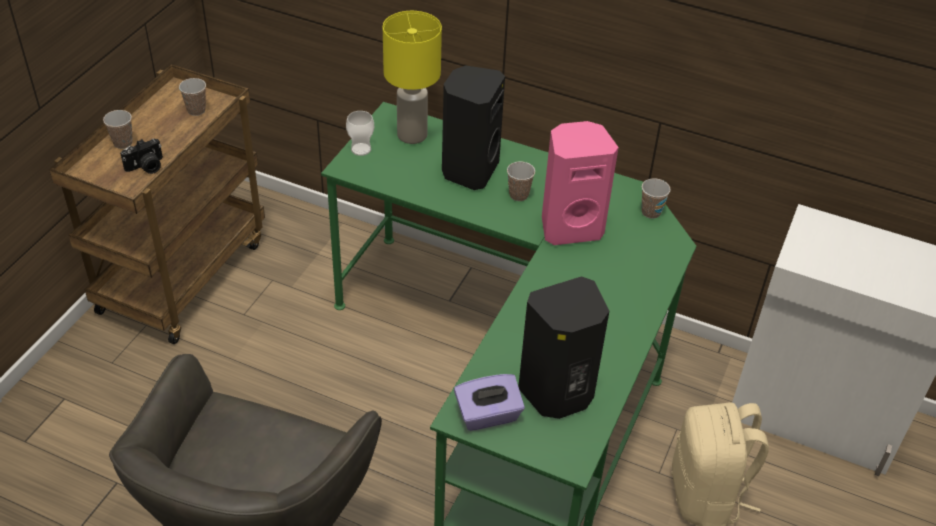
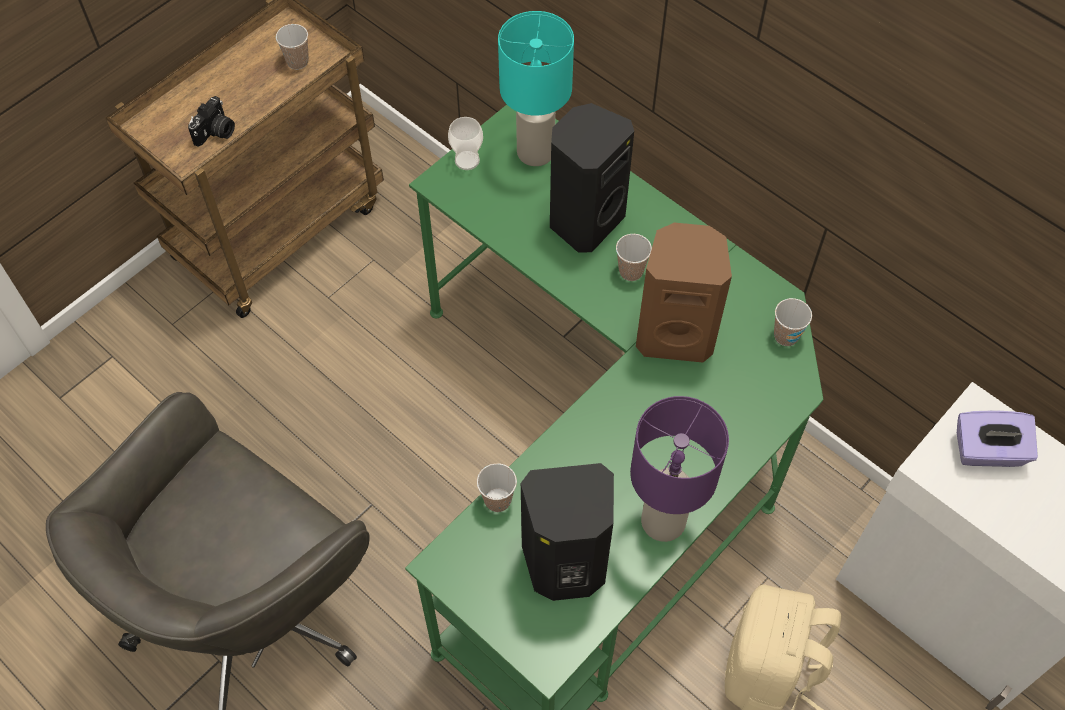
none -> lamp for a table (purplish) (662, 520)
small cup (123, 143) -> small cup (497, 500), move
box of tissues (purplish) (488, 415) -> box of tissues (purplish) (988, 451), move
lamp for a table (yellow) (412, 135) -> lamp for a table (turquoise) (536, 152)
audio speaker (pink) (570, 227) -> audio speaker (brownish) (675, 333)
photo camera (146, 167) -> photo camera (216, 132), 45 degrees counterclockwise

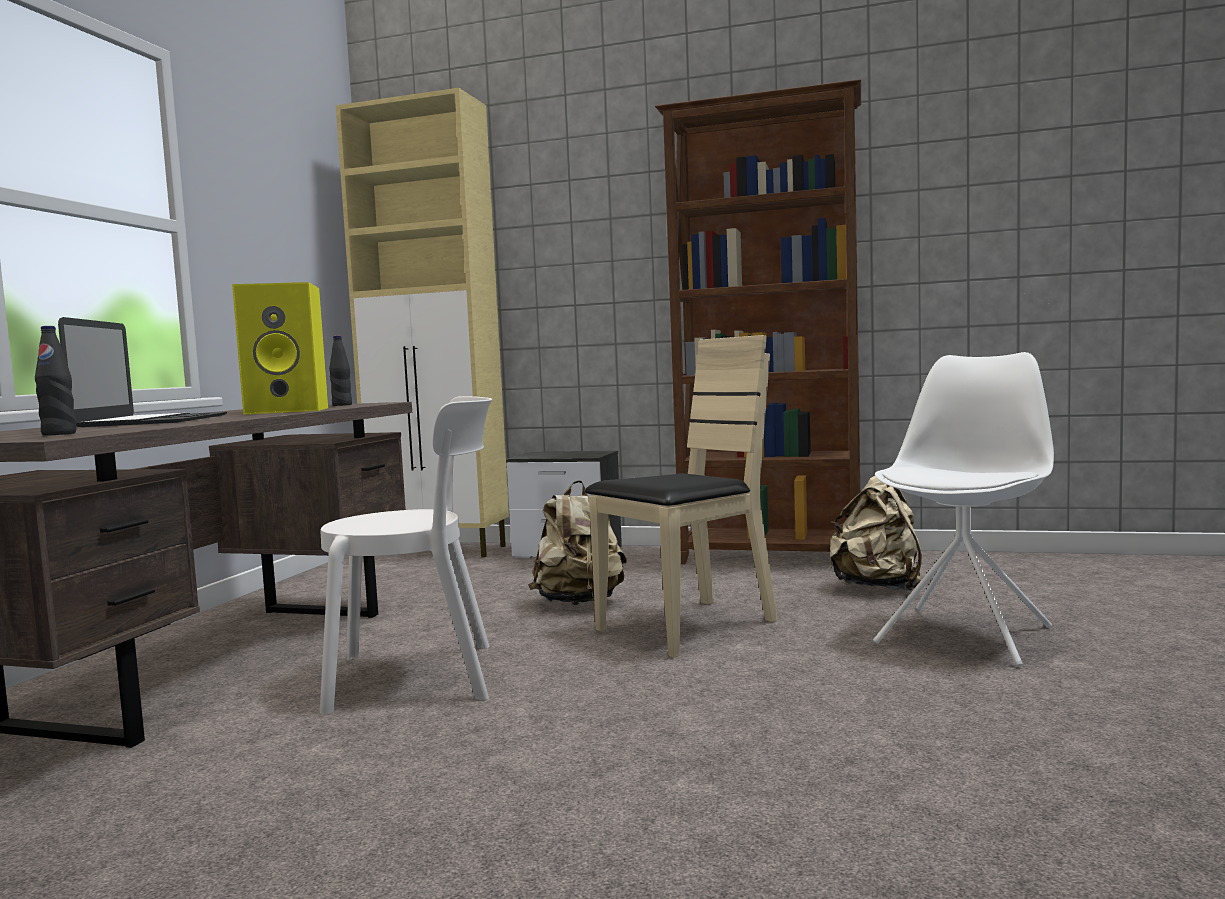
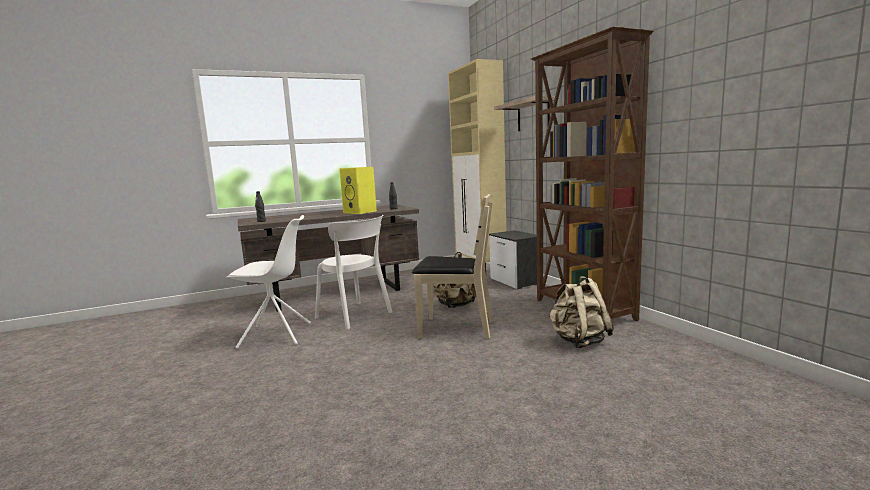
laptop (153, 421) -> none
none -> shelf (533, 115)
upright chair (white) (965, 634) -> upright chair (white) (277, 335), move

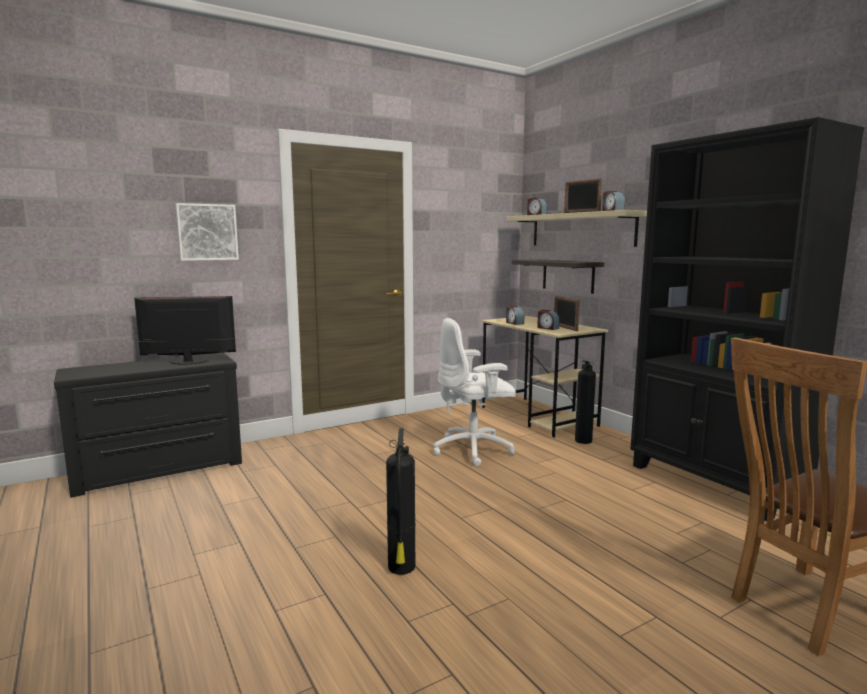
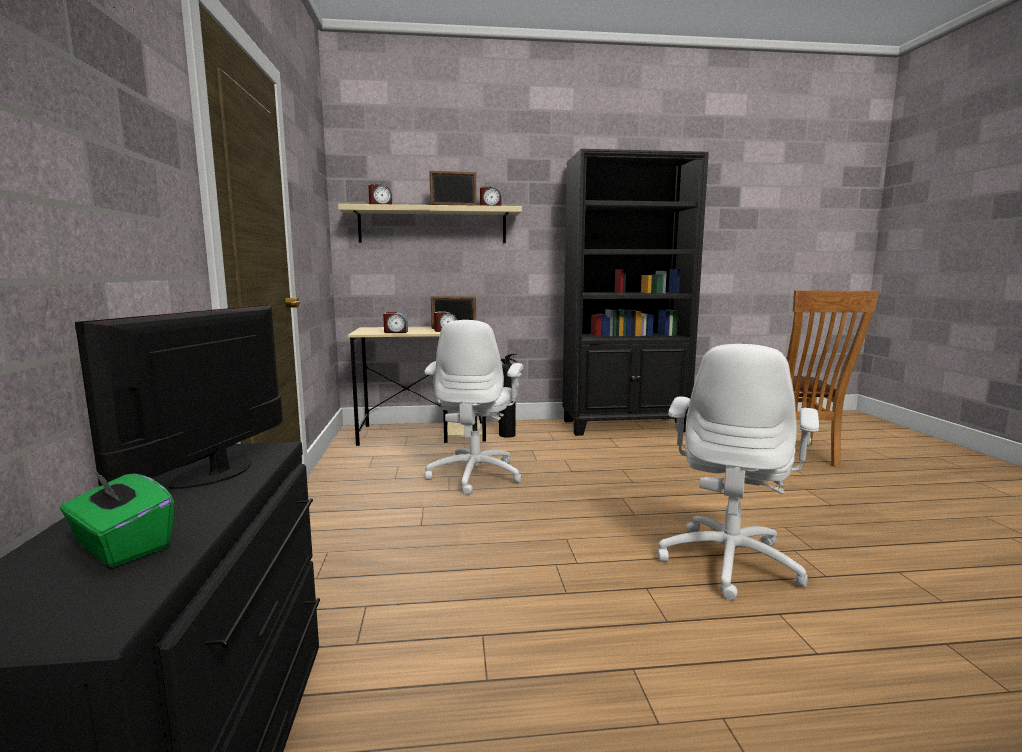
wall picture (207, 232) -> none
shelf (568, 275) -> none
none -> box of tissues (green) (121, 547)
fire extinguisher (401, 568) -> computer chair (white) (730, 562)

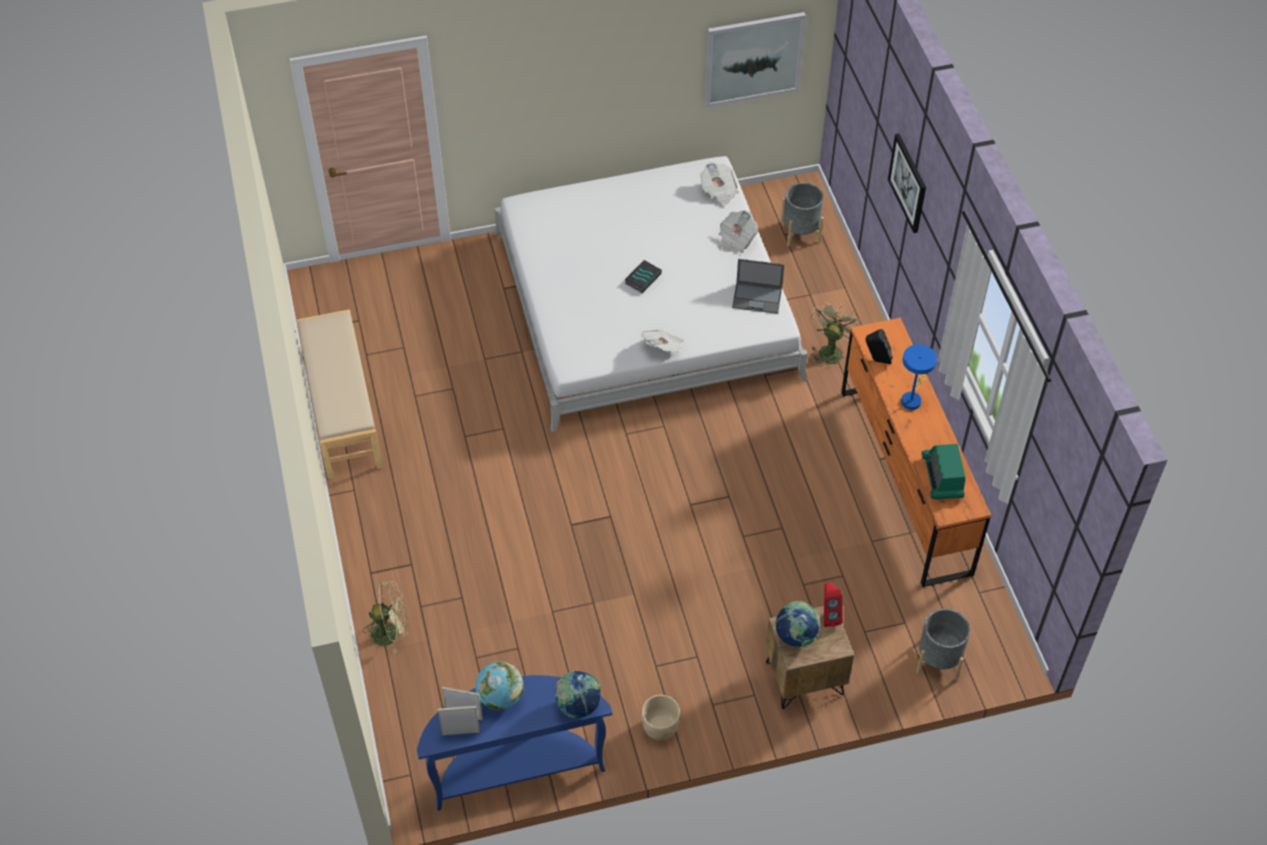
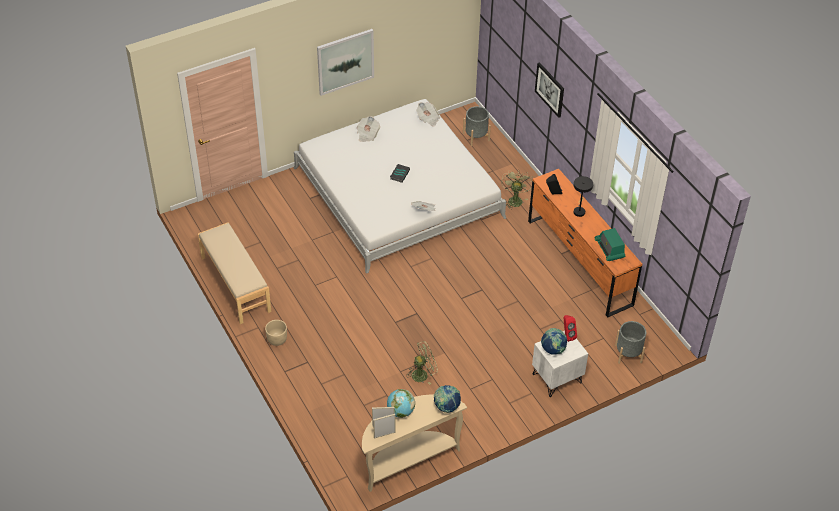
laptop (757, 298) -> none
cooling fan (green) (391, 632) -> cooling fan (green) (423, 374), move
planter (beige-coloured) (660, 726) -> planter (beige-coloured) (277, 339), move
wall picture (753, 58) -> wall picture (345, 61), move
newspaper (735, 240) -> newspaper (367, 134), move
console table (blue) (516, 768) -> console table (beige-coloured) (408, 459)
night table (brownish) (804, 679) -> night table (white) (557, 379)
lamp for a table (blue) (912, 399) -> lamp for a table (blackish) (579, 210)

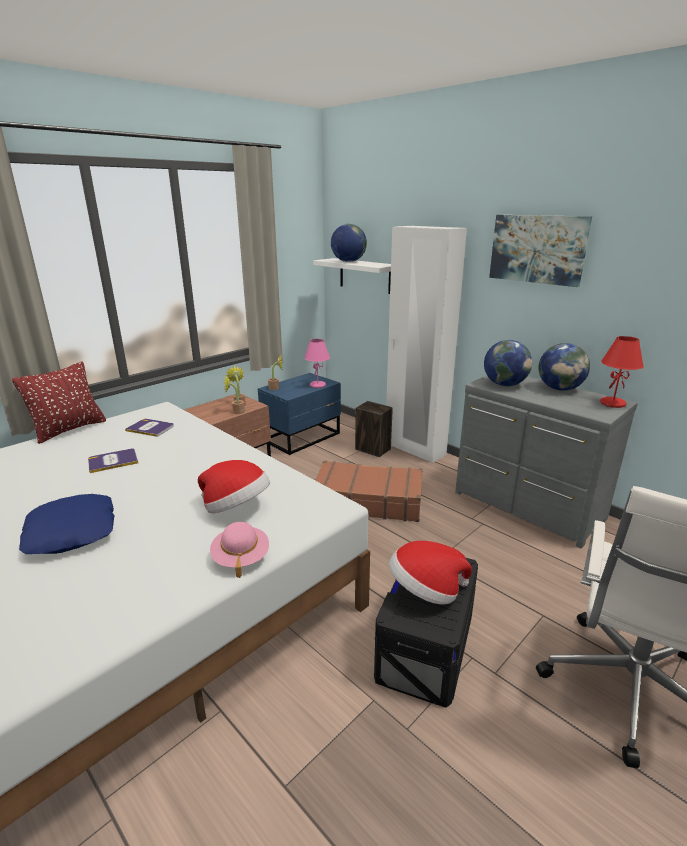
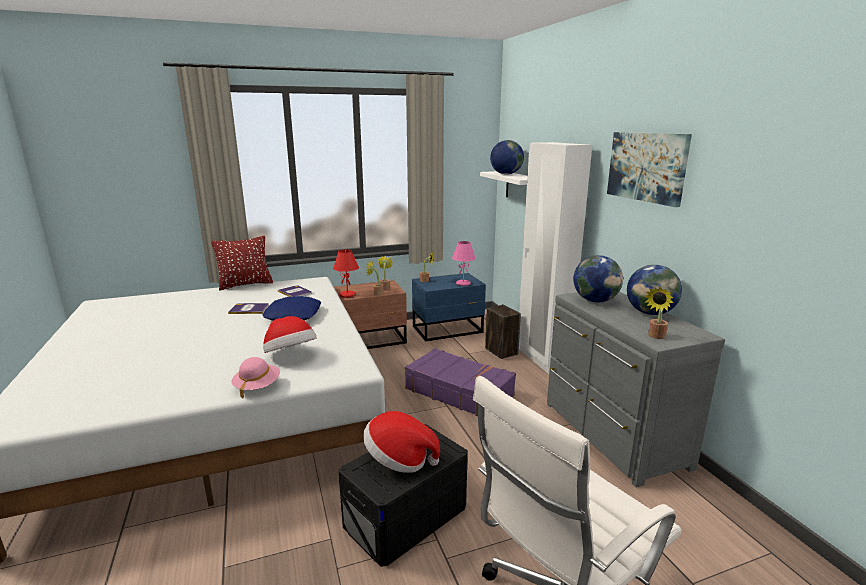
none -> plant in a pot (655, 336)
pillow (blue) (72, 532) -> pillow (blue) (294, 315), move
lamp for a table (reddish) (612, 403) -> lamp for a table (reddish) (348, 295), move
piece of luggage (brownish) (368, 501) -> piece of luggage (purplish) (459, 392)

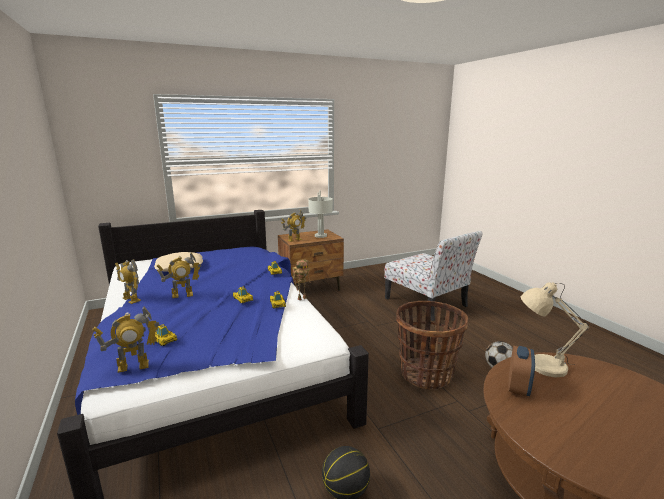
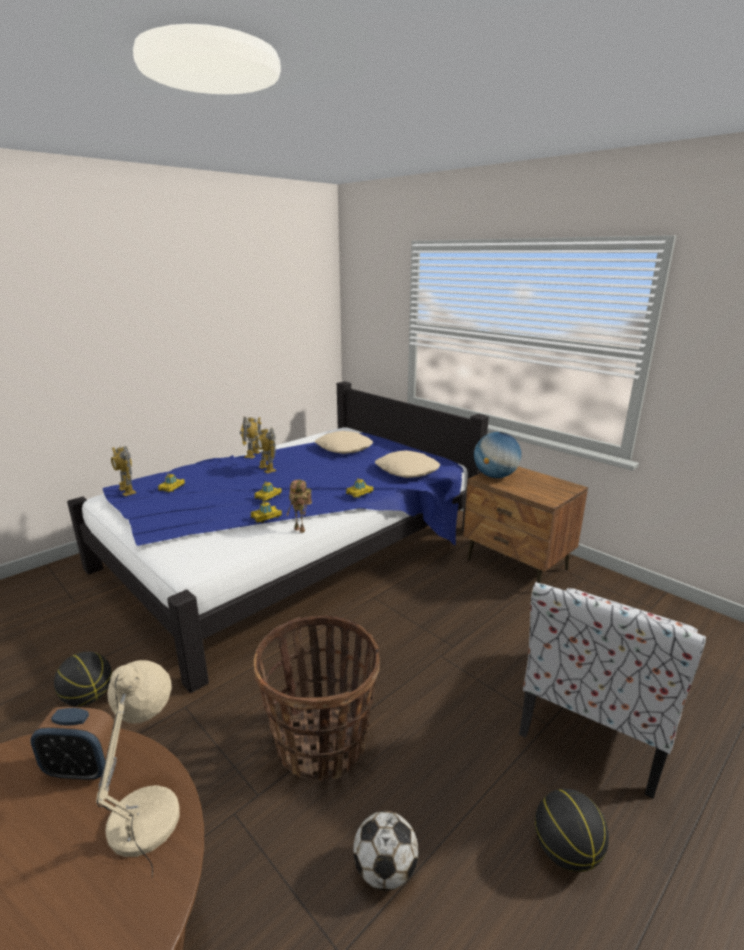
lamp for a table (gray) (321, 236) -> none
none -> pillow (beige-coloured) (406, 471)
none -> basketball (566, 851)
model robot (294, 240) -> world globe (495, 476)

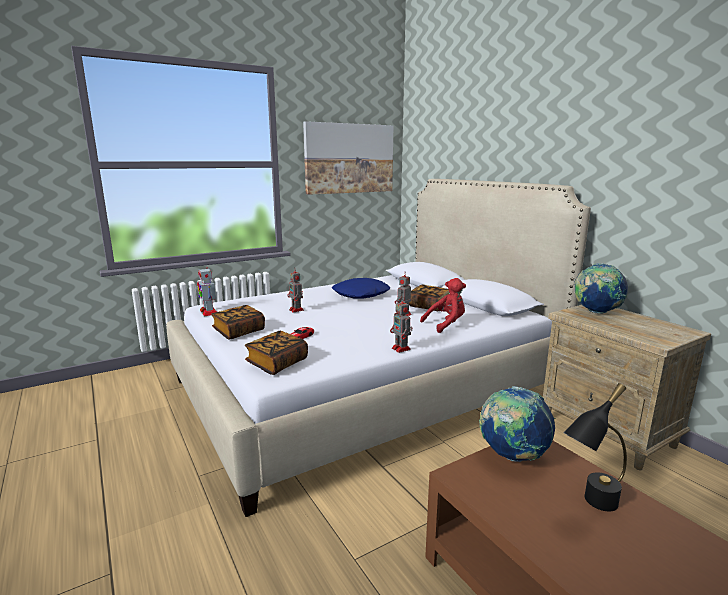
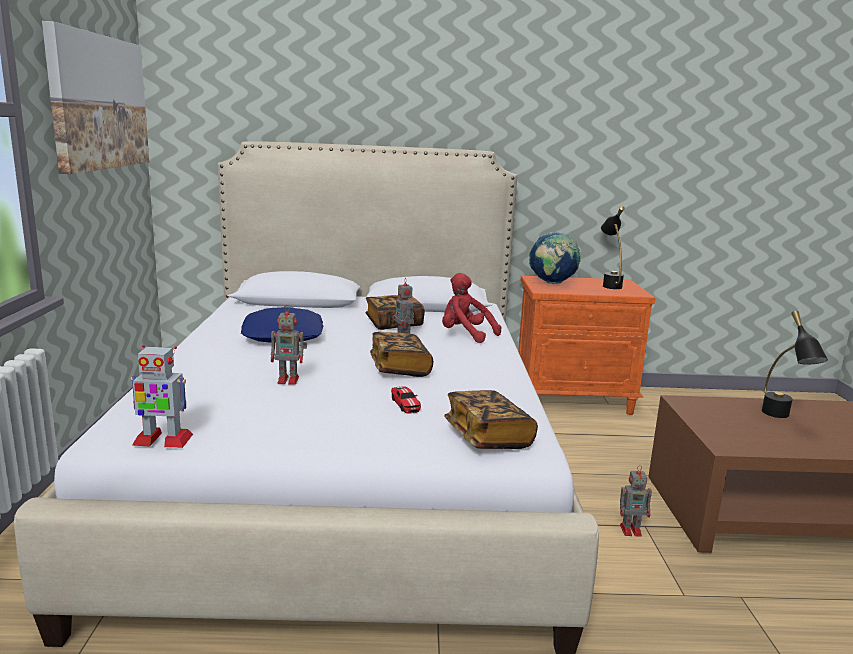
world globe (512, 456) -> none
none -> lamp for a table (blackish) (609, 284)
volume (239, 331) -> volume (400, 368), move
model robot (401, 349) -> model robot (631, 530), move
night table (beige-coloured) (608, 432) -> night table (orange) (574, 399)
cuddly toy (reddish) (446, 324) -> cuddly toy (reddish) (465, 335), 60 degrees counterclockwise

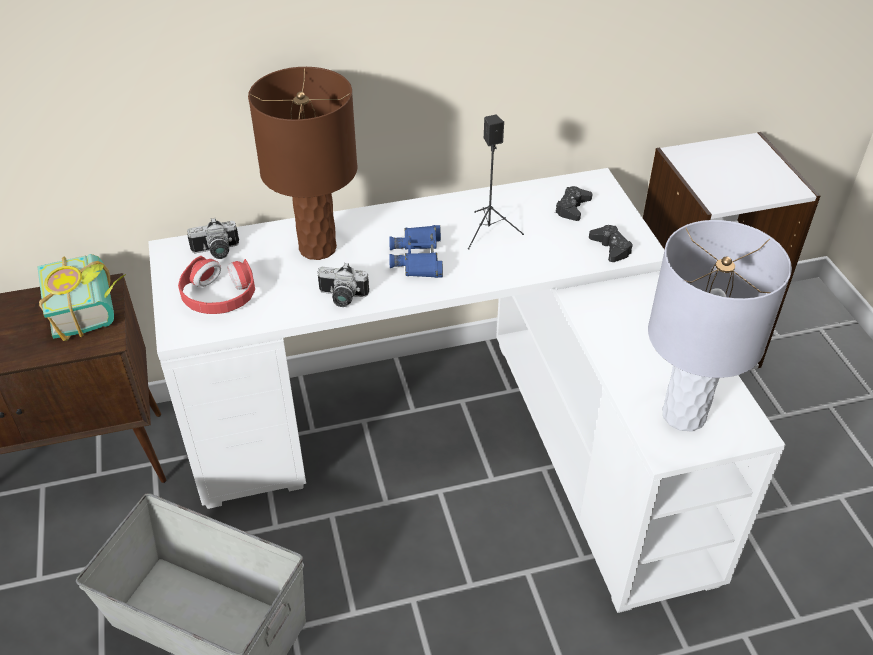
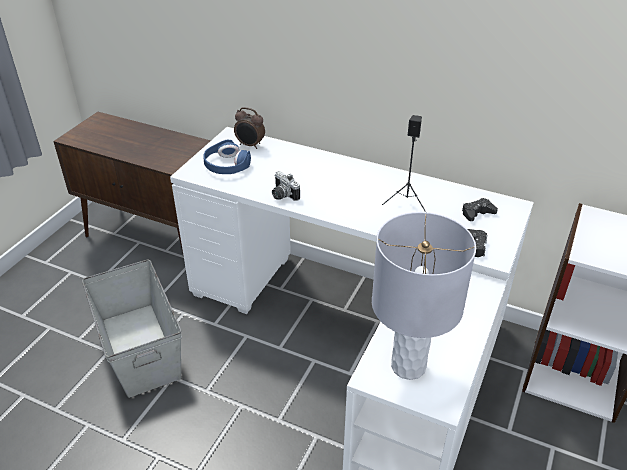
volume (92, 308) -> none
lamp for a table (brownish) (318, 248) -> none
field glasses (blue) (418, 257) -> none
photo camera (216, 252) -> alarm clock (250, 145)
headset (reddish) (219, 295) -> headset (blue) (226, 165)

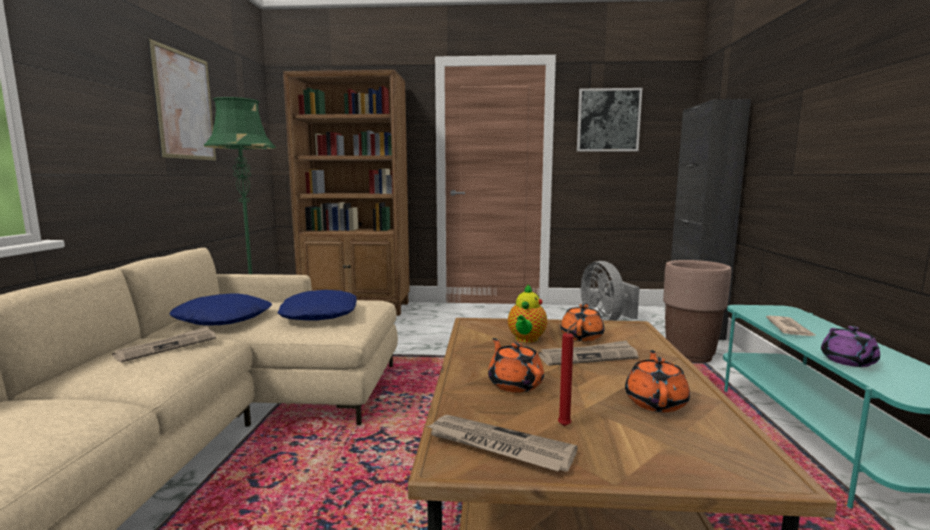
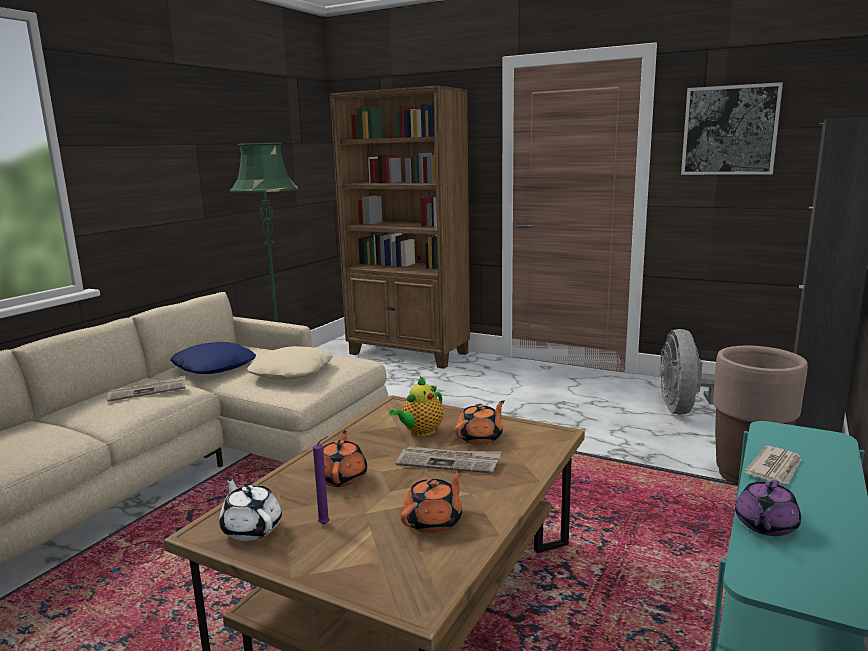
wall picture (184, 106) -> none
newspaper (498, 446) -> pot for tea (white) (251, 528)
pillow (blue) (319, 314) -> pillow (beige-coloured) (291, 372)
wax candle (reddish) (566, 425) -> wax candle (purplish) (326, 524)

